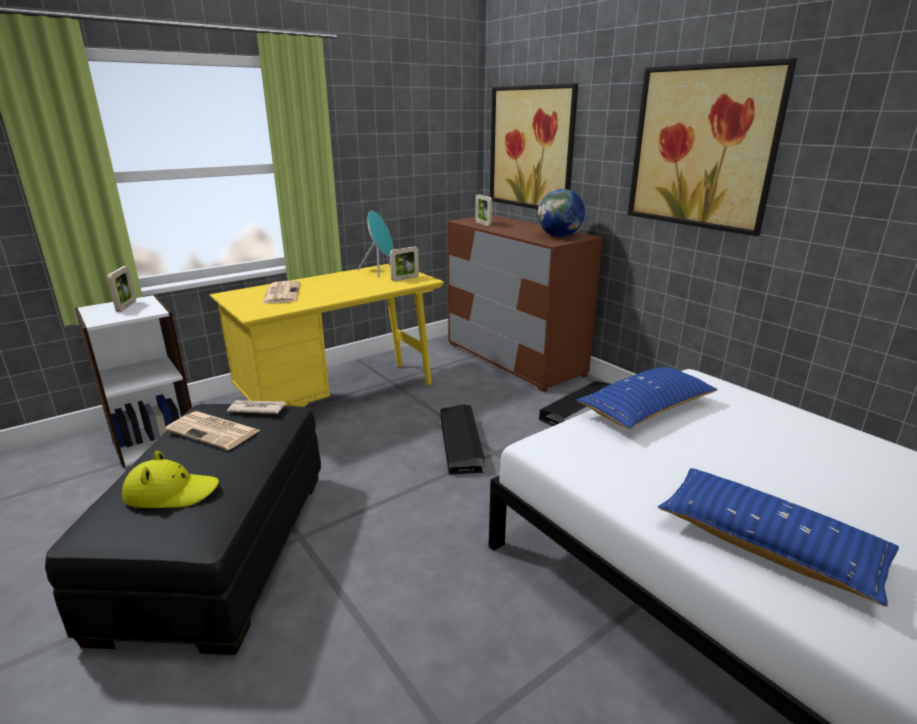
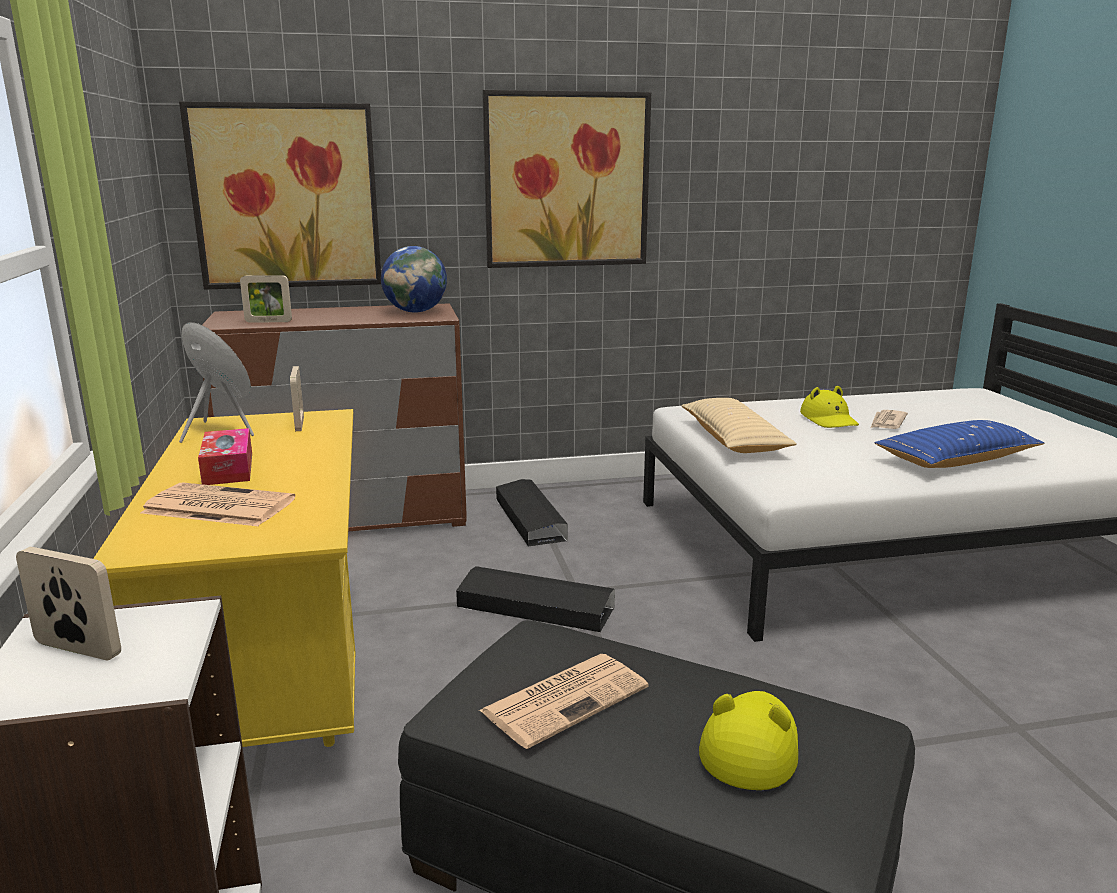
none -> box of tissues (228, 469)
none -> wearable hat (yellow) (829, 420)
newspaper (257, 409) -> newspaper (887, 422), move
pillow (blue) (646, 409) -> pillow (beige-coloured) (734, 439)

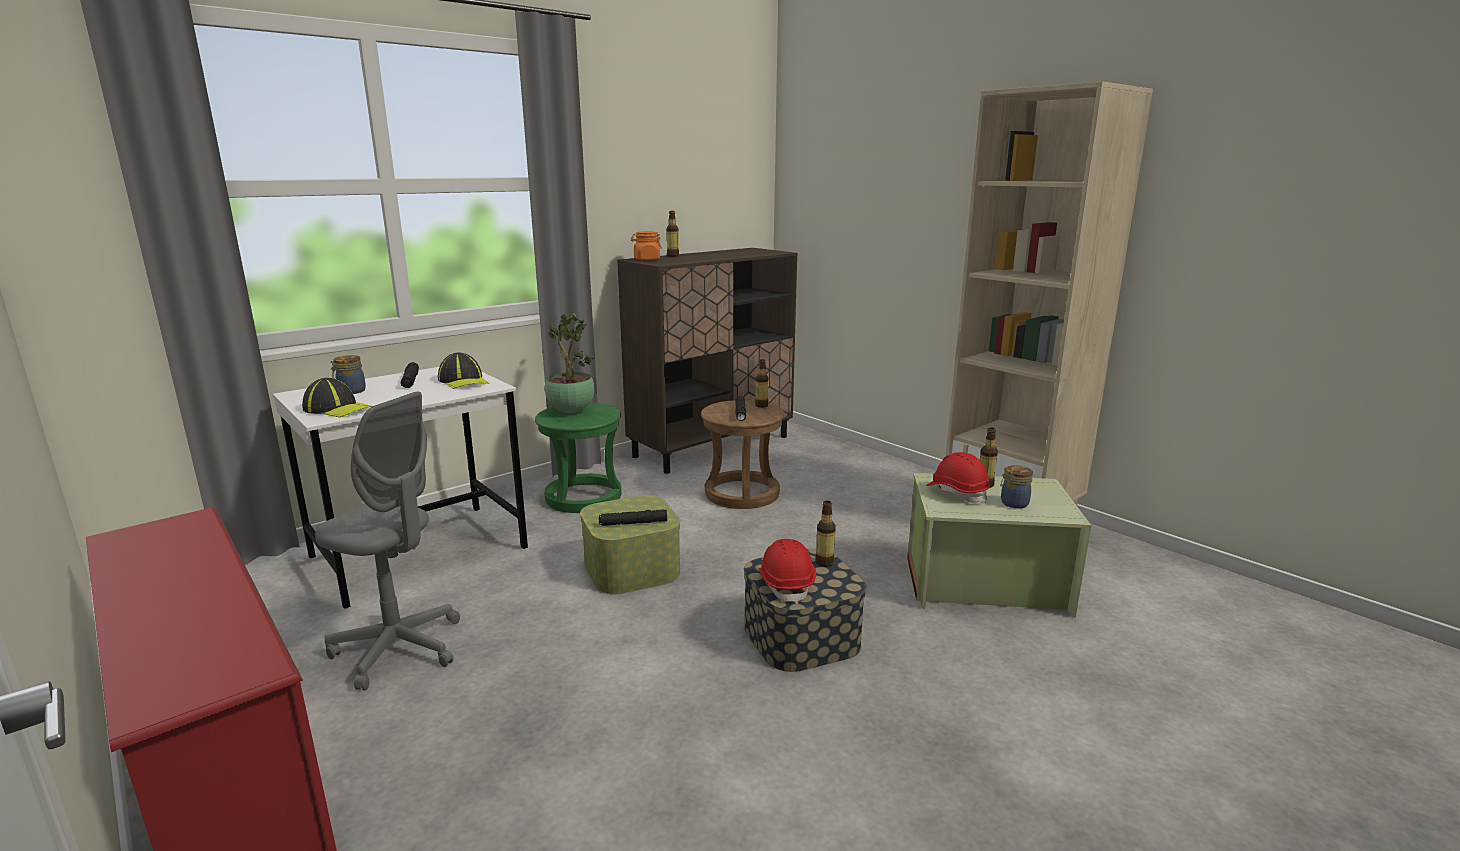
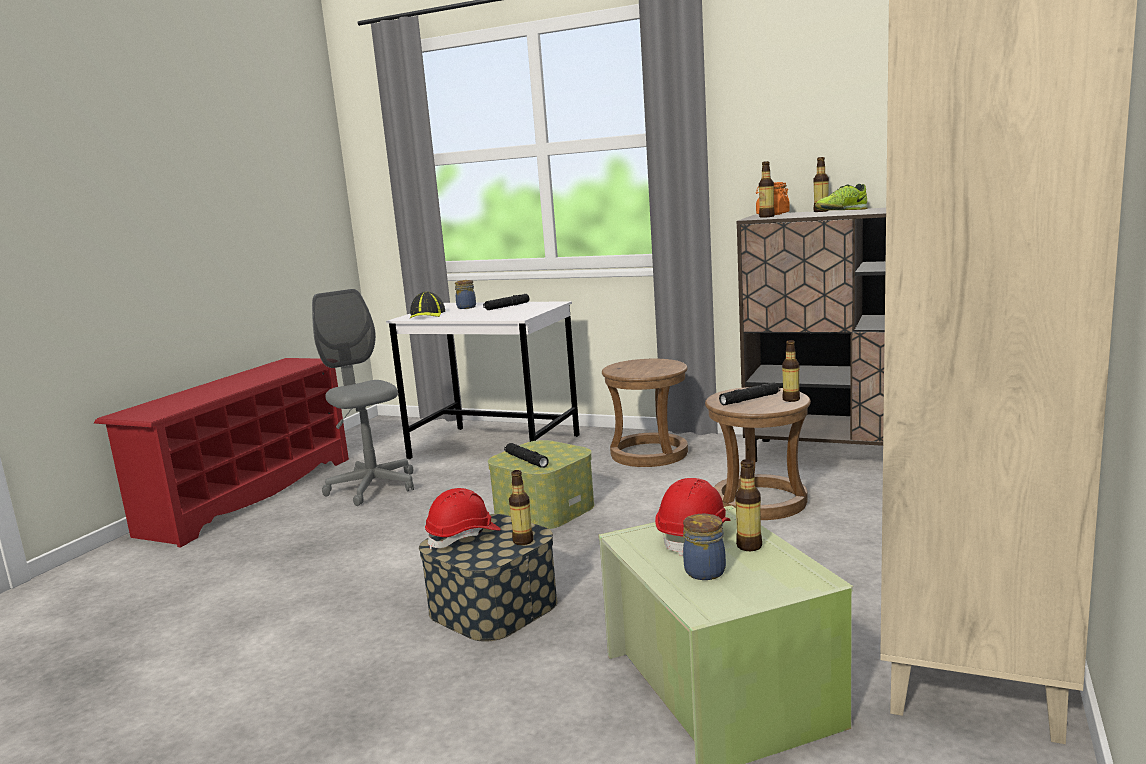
cap (464, 381) -> none
plant in a pot (570, 411) -> none
none -> beverage bottle (766, 216)
none -> item of footwear (840, 211)
stool (green) (583, 497) -> stool (brownish) (649, 454)
computer chair (gray) (399, 649) -> computer chair (gray) (373, 487), 150 degrees clockwise

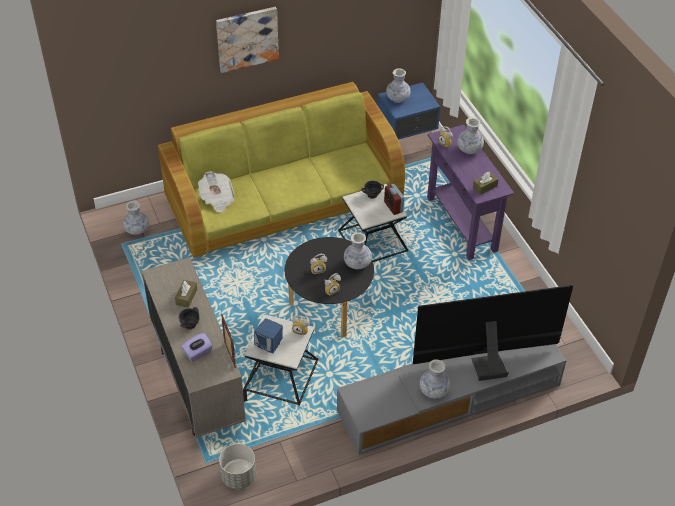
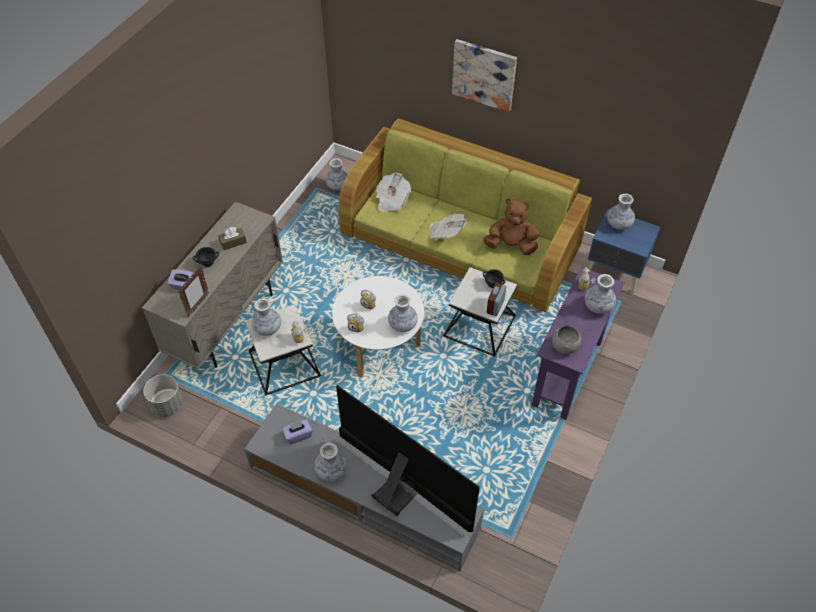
none -> box of tissues (purplish) (298, 435)
none -> newspaper (446, 233)
none -> cuddly toy (brownish) (511, 245)
audio speaker (blue) (269, 344) -> decorative vase (267, 328)
box of tissues (brownish) (485, 187) -> bowl (gray) (564, 347)
low table (blackish) (329, 308) -> low table (white) (379, 347)

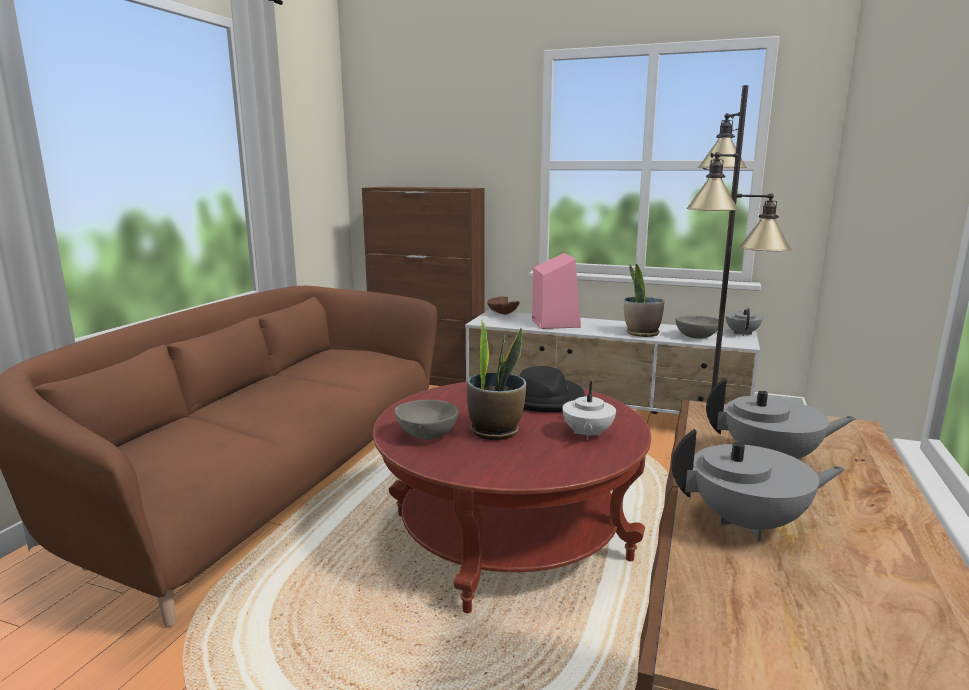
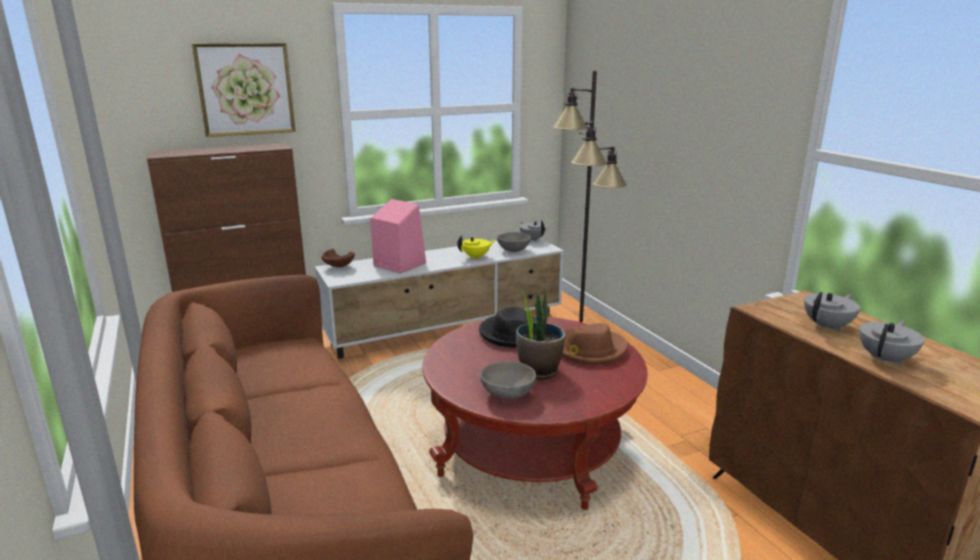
none -> wall picture (245, 89)
pot for tea (white) (587, 434) -> wearable hat (brownish) (589, 349)
plant in a pot (641, 333) -> pot for tea (yellow) (476, 257)

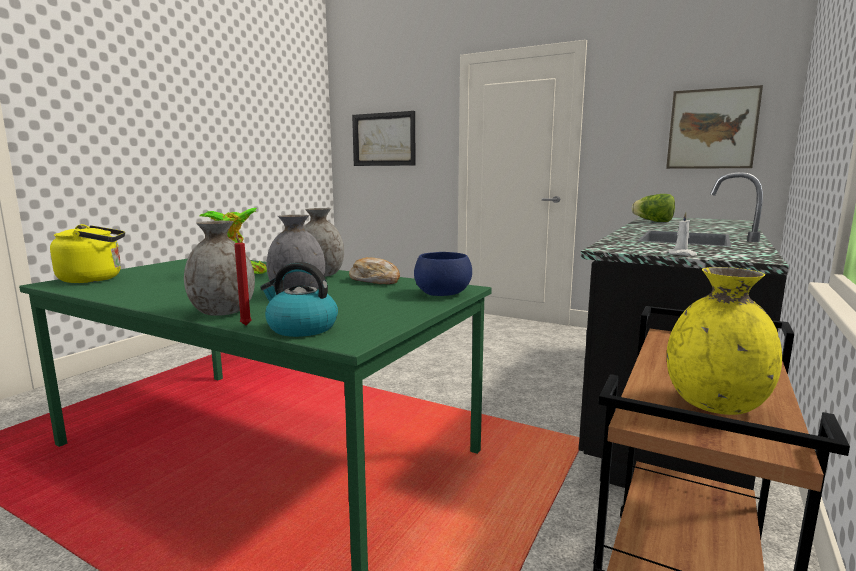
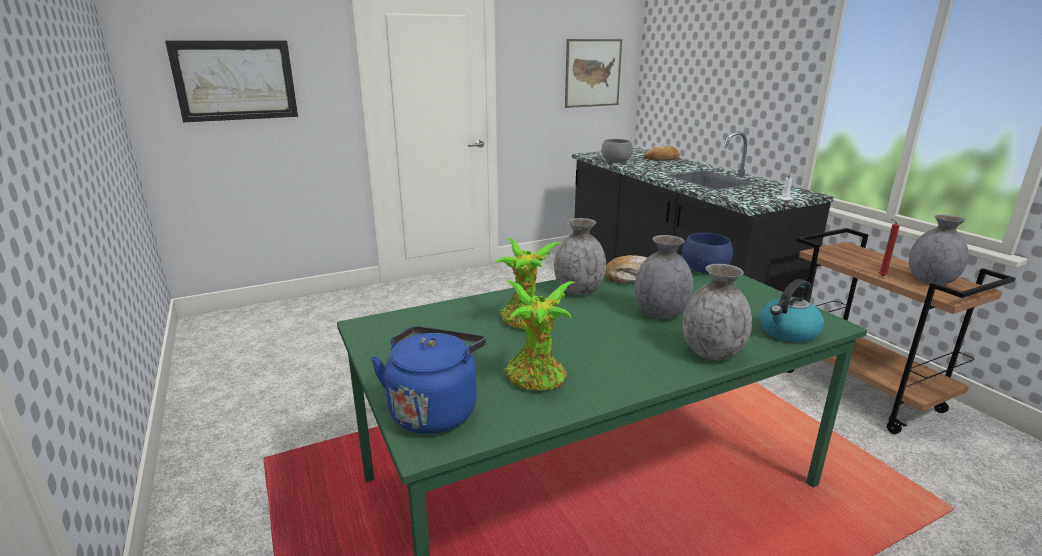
none -> plant in a pot (537, 379)
none -> baked bread (662, 159)
wax candle (reddish) (245, 325) -> wax candle (reddish) (881, 276), move
lettuce (653, 221) -> bowl (gray) (616, 161)
tea kettle (yellow) (95, 279) -> tea kettle (blue) (434, 409)
decorative vase (yellow) (715, 404) -> decorative vase (gray) (930, 280)

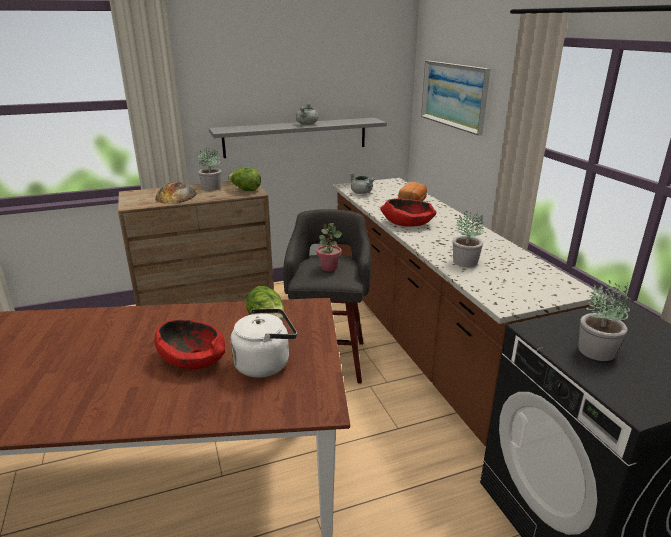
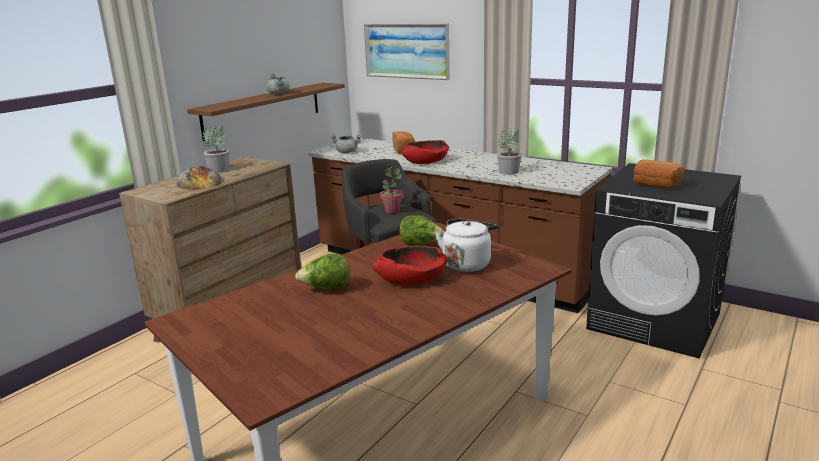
lettuce (245, 190) -> lettuce (326, 289), move
plant in a pot (596, 350) -> baked bread (655, 185)
shelf (gray) (296, 137) -> shelf (brownish) (263, 110)

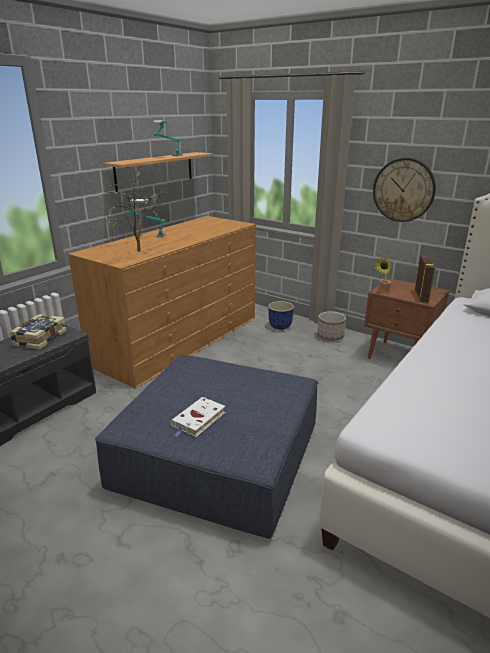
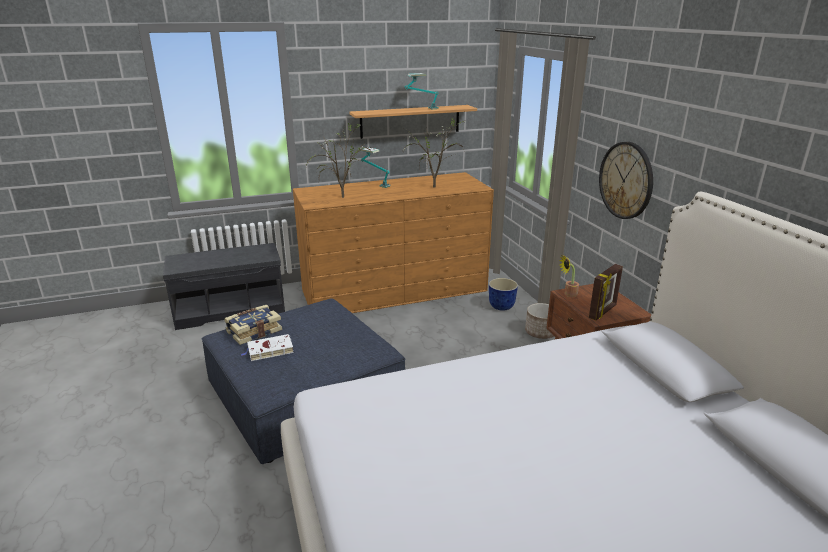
none -> plant in a pot (435, 186)
volume (39, 338) -> volume (253, 331), move

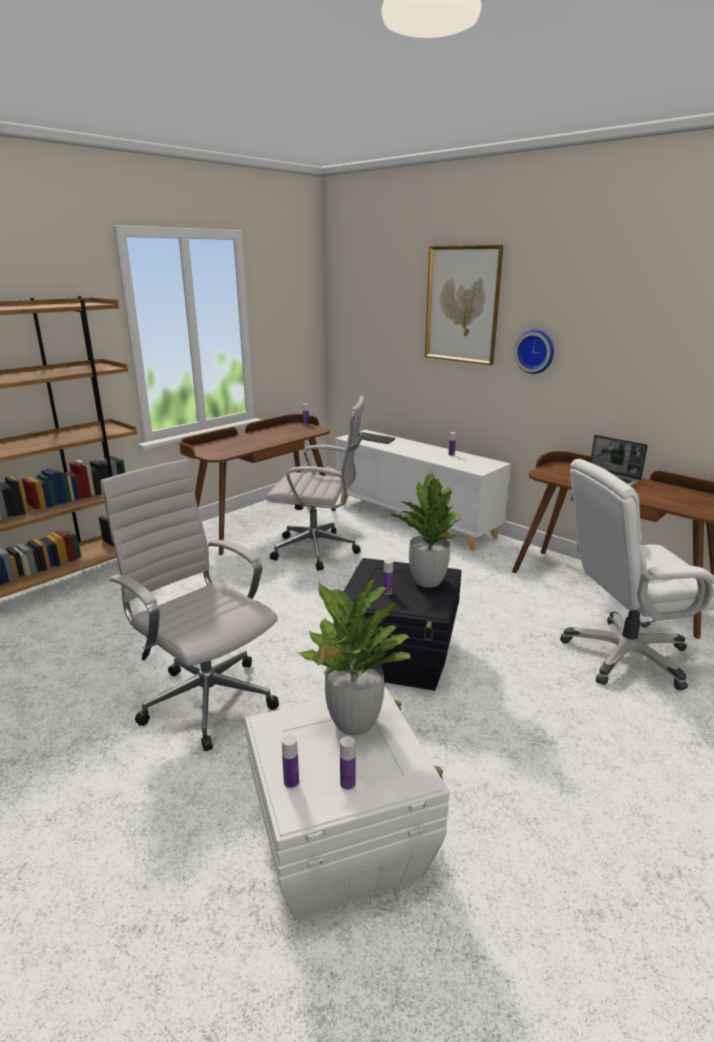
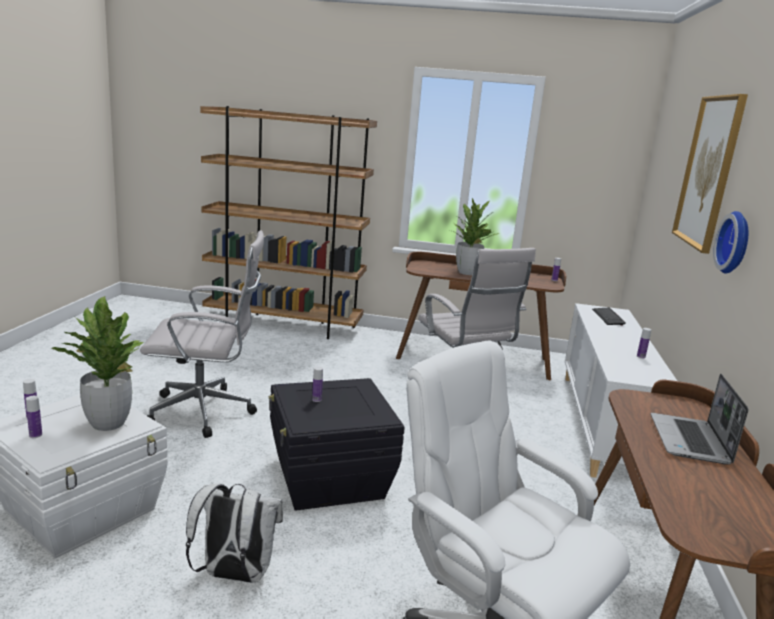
none -> backpack (white) (234, 575)
plant in a pot (427, 581) -> plant in a pot (467, 272), move
computer chair (white) (205, 698) -> computer chair (white) (206, 412), 75 degrees clockwise

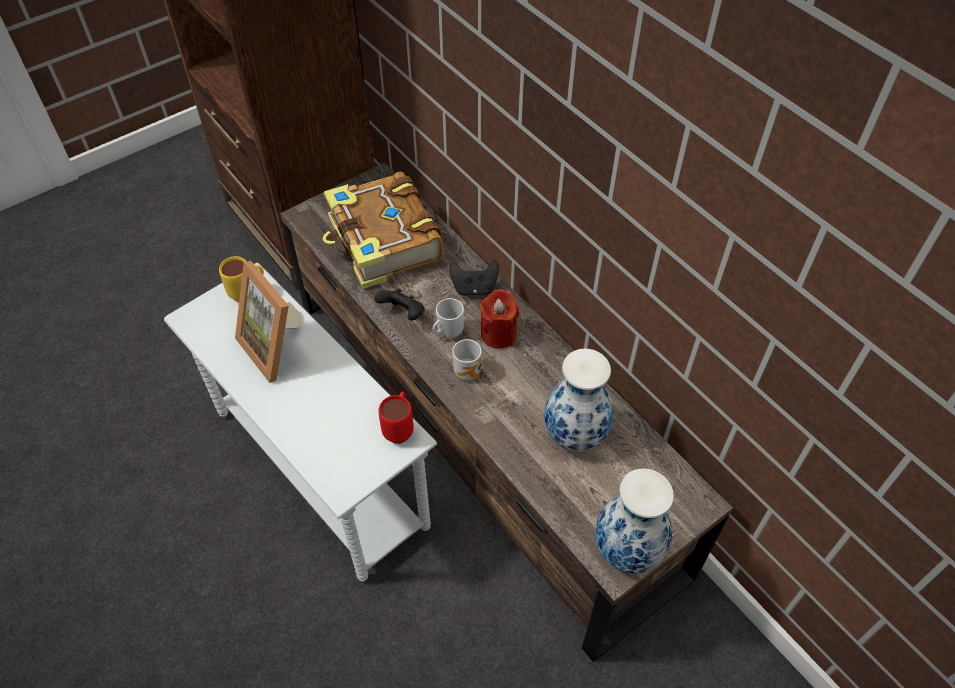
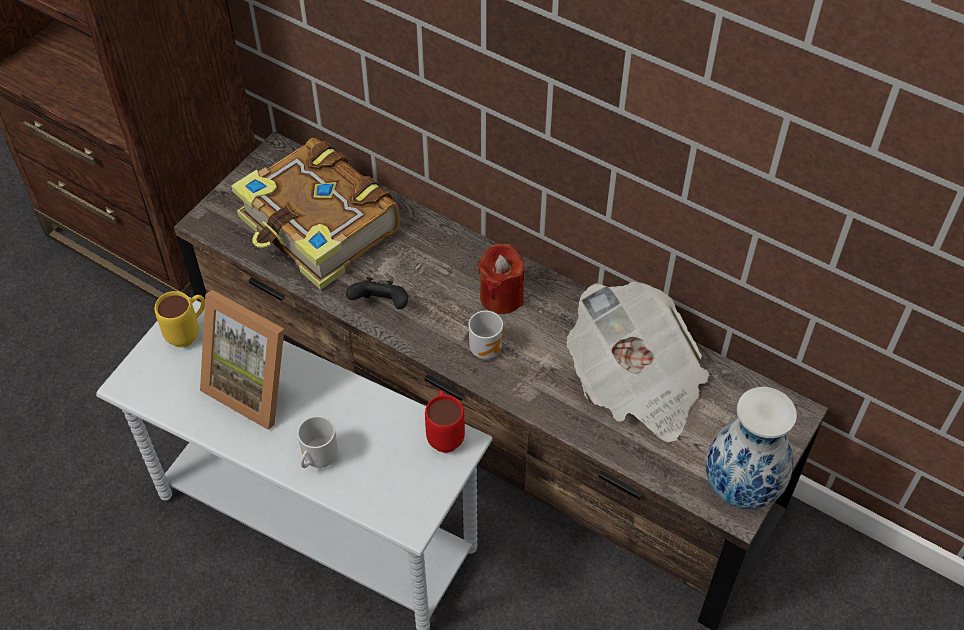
game controller (blackish) (474, 288) -> none
mug (448, 331) -> mug (318, 458), move
decorative vase (576, 435) -> newspaper (635, 383)

